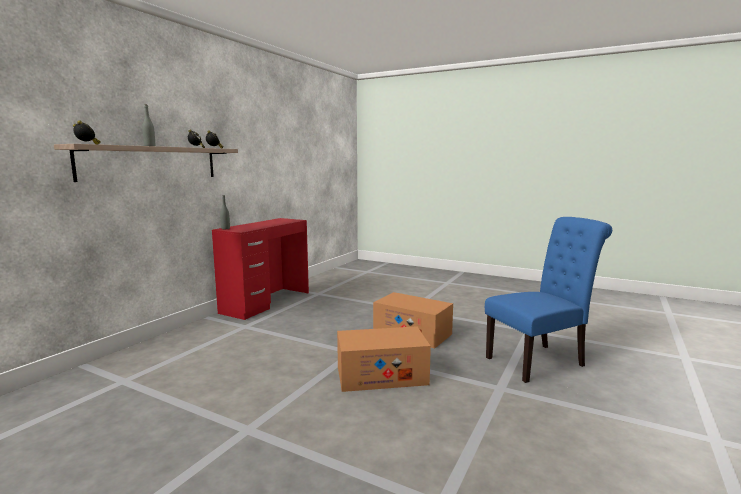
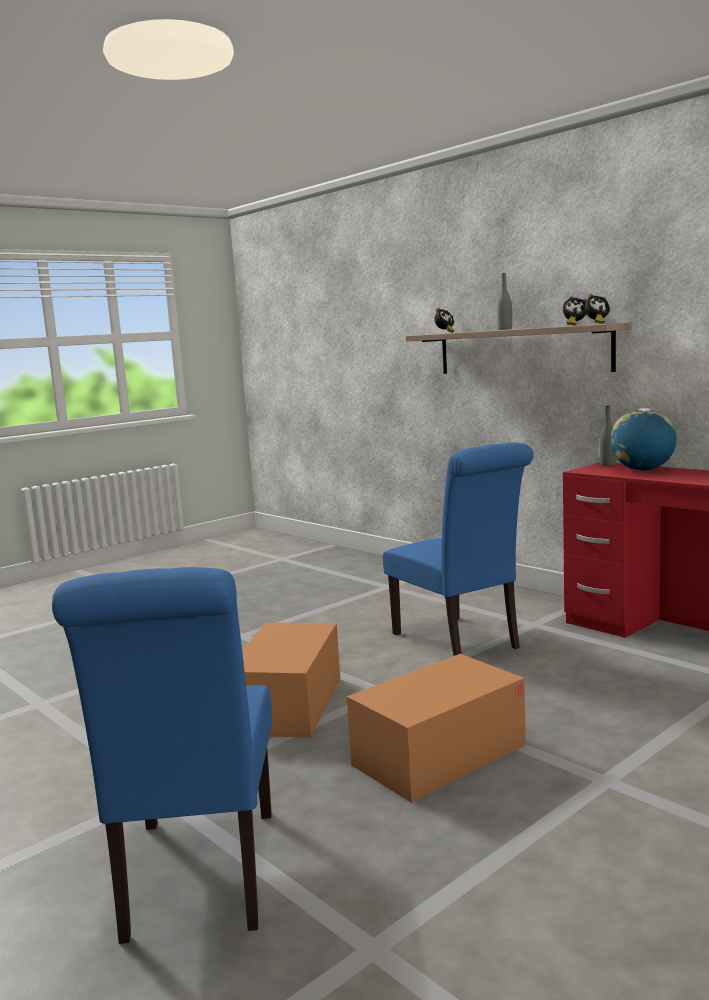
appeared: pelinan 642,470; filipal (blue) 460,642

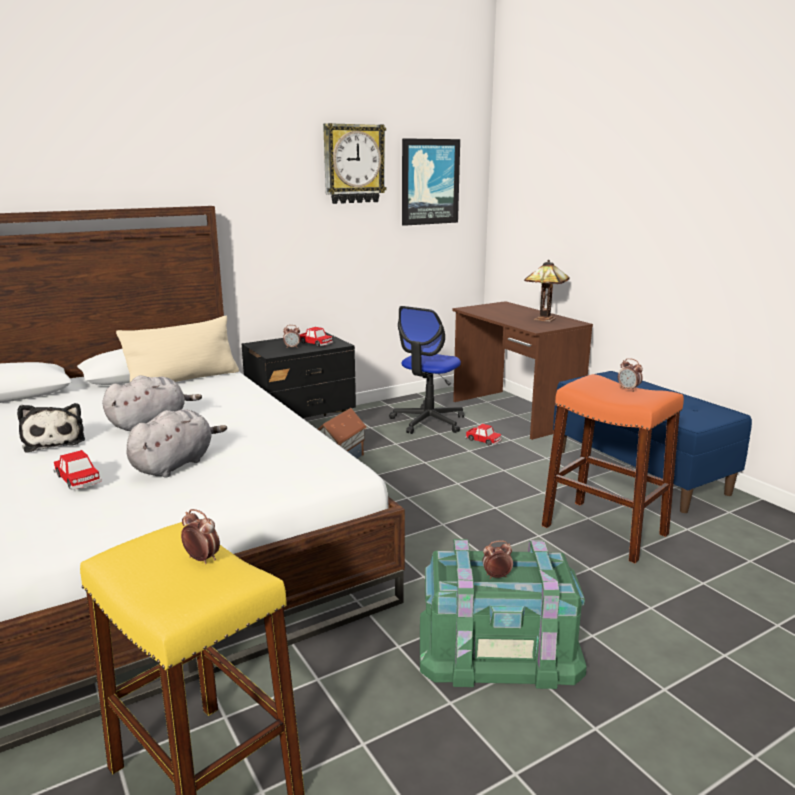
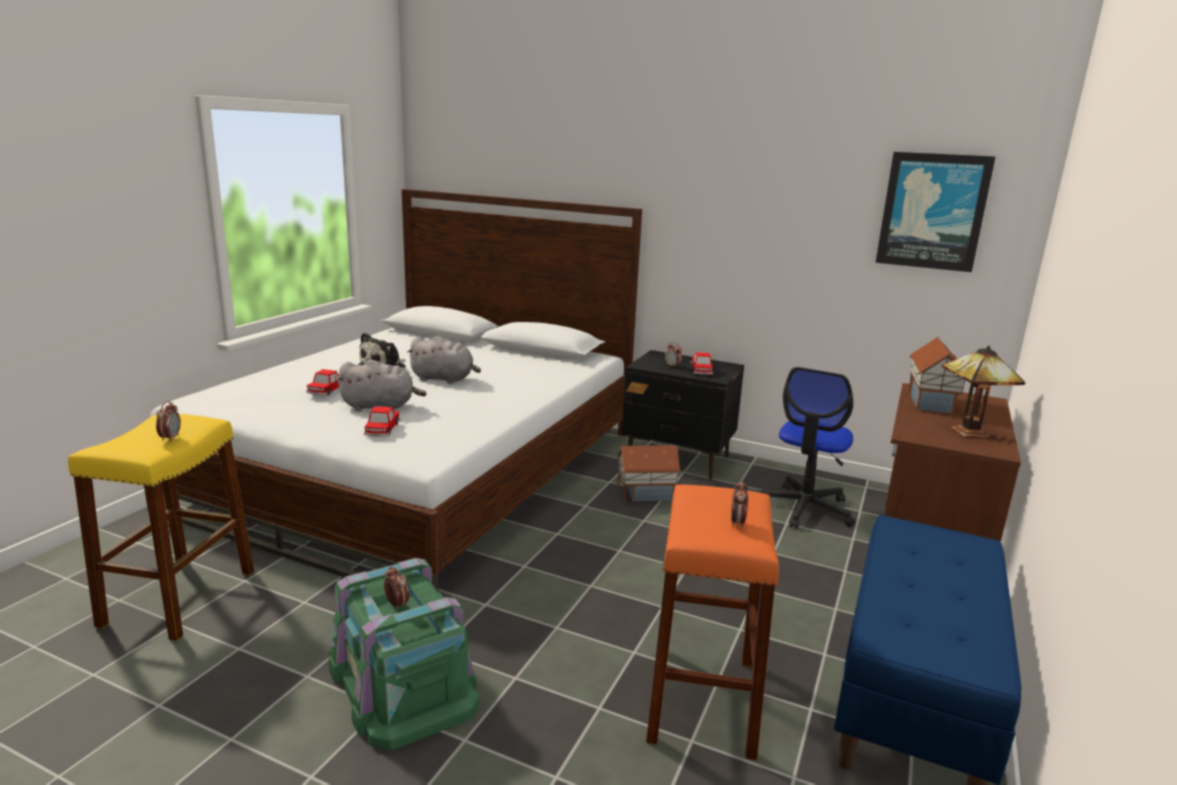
missing: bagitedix 353,164; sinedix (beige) 183,380
appeared: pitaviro 932,402
relocated: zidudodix 483,440 to 382,429
spun: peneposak 428,422 = 804,508 60 degrees counterclockwise

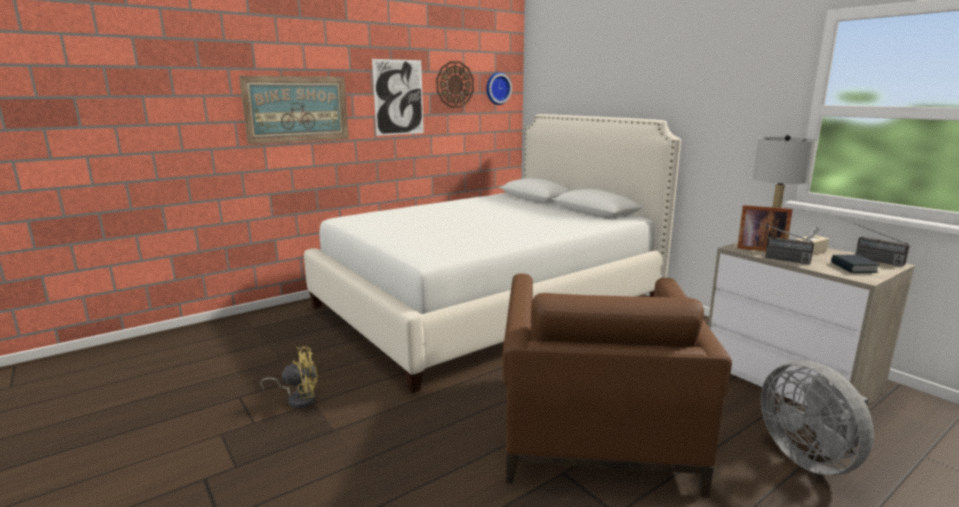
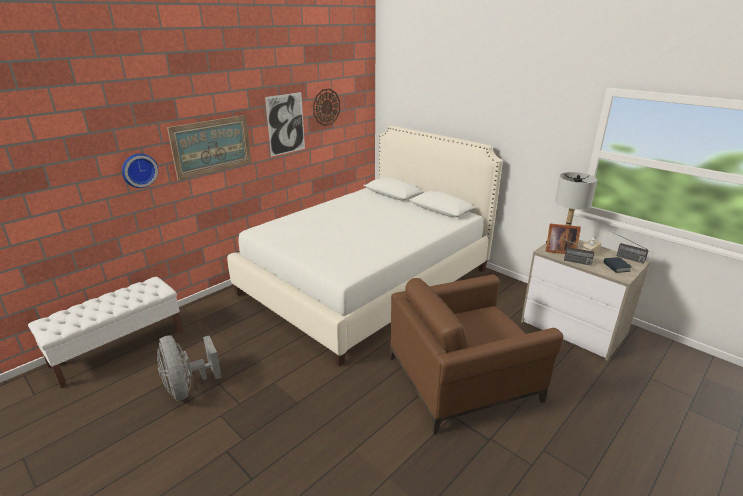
missing: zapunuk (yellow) 298,399
appeared: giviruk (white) 119,348
relocated: bagitedix 497,88 to 139,170; zapunuk (grey) 809,457 to 188,387
spun: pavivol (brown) 594,425 = 463,378 75 degrees clockwise

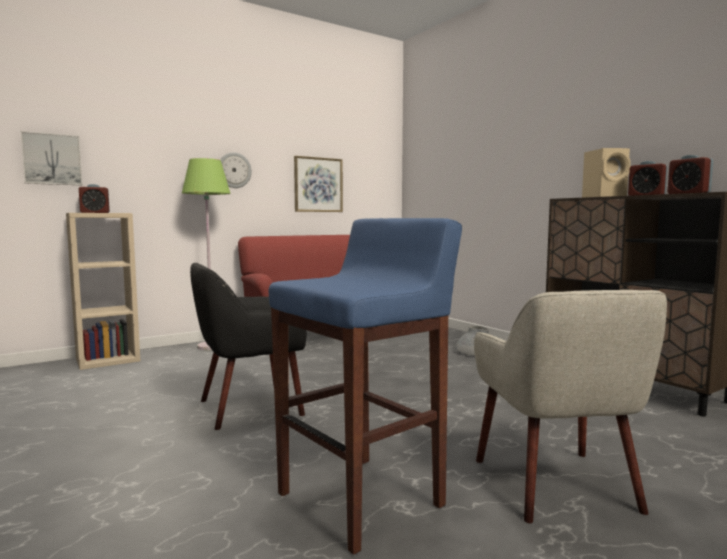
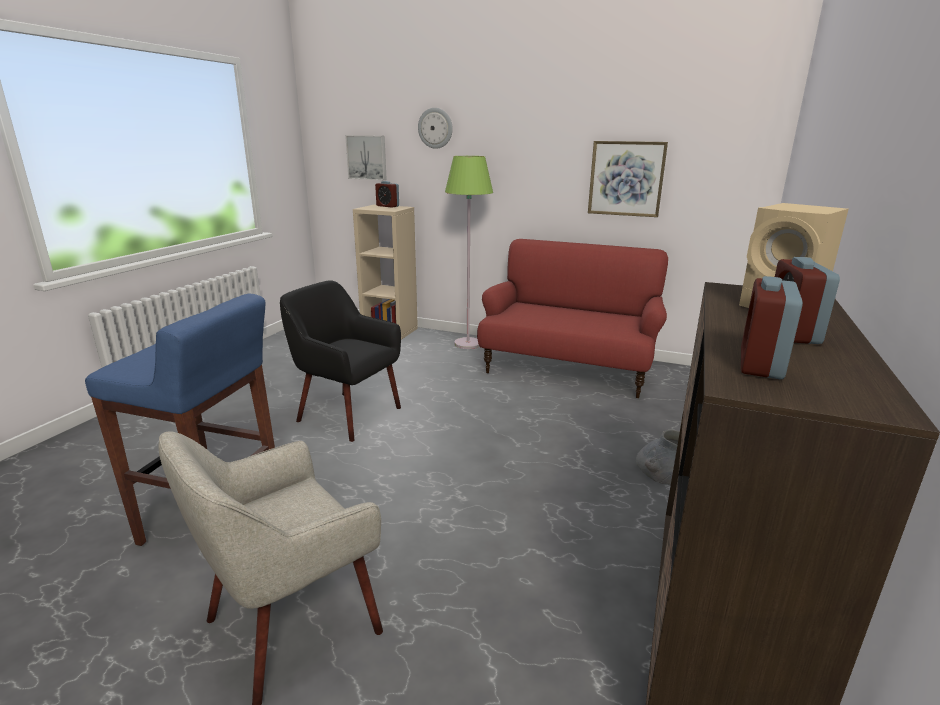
relocated: bagitedix 234,170 to 435,128

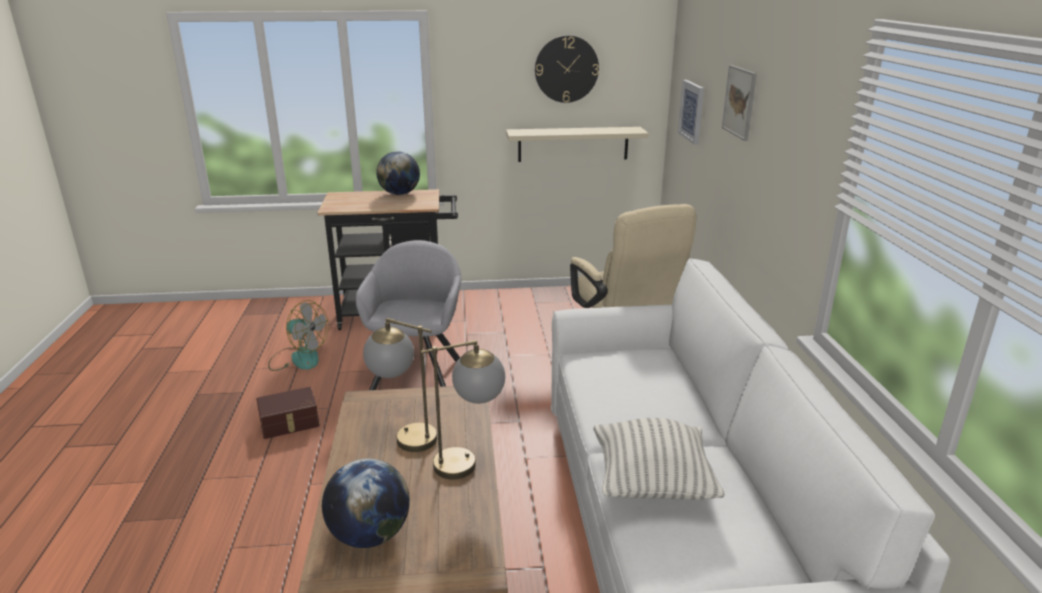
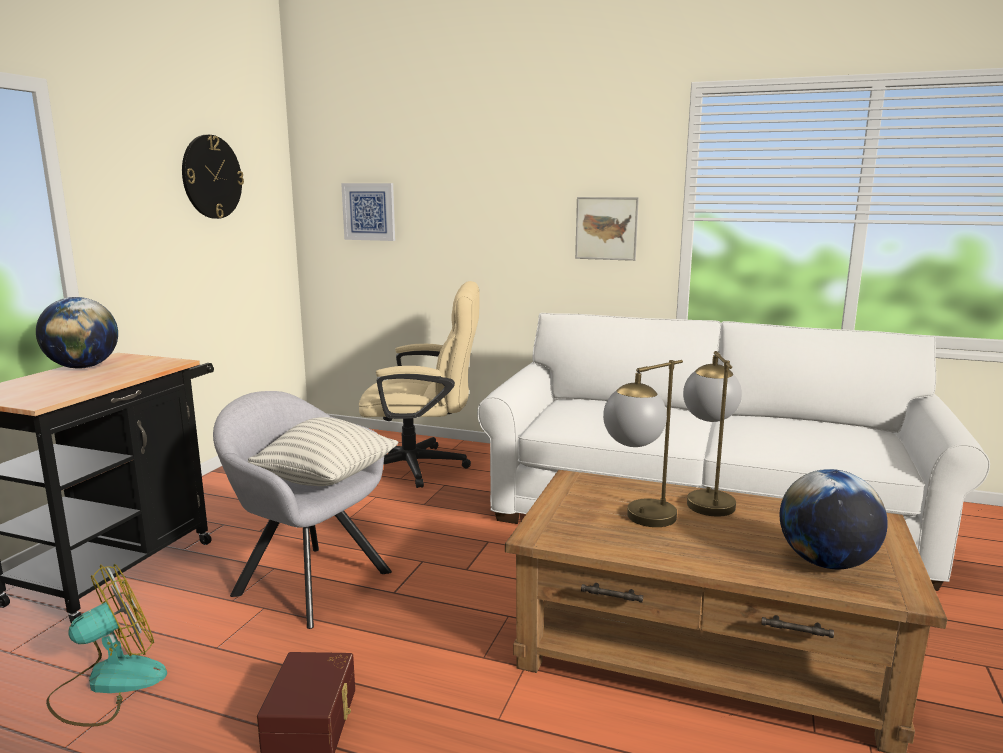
missing: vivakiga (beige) 573,144
relocated: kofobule 739,102 to 606,228; sinedix 652,484 to 327,479

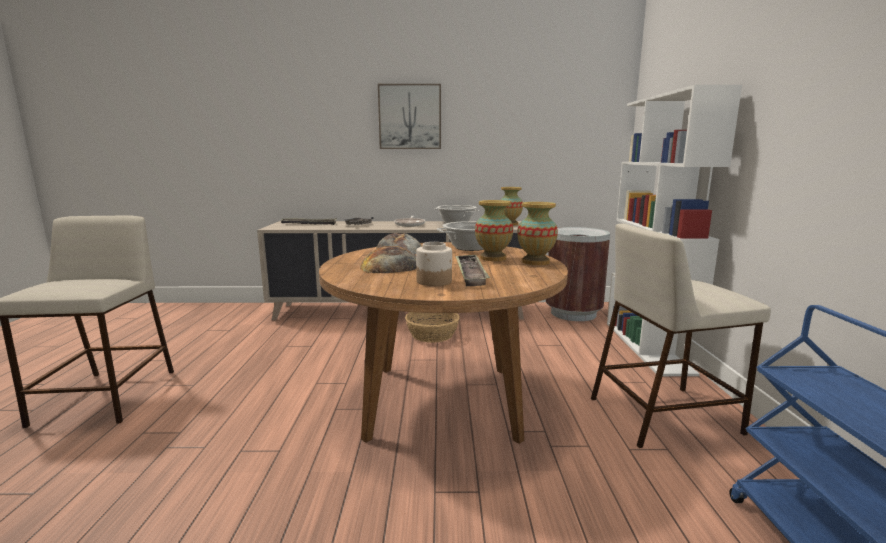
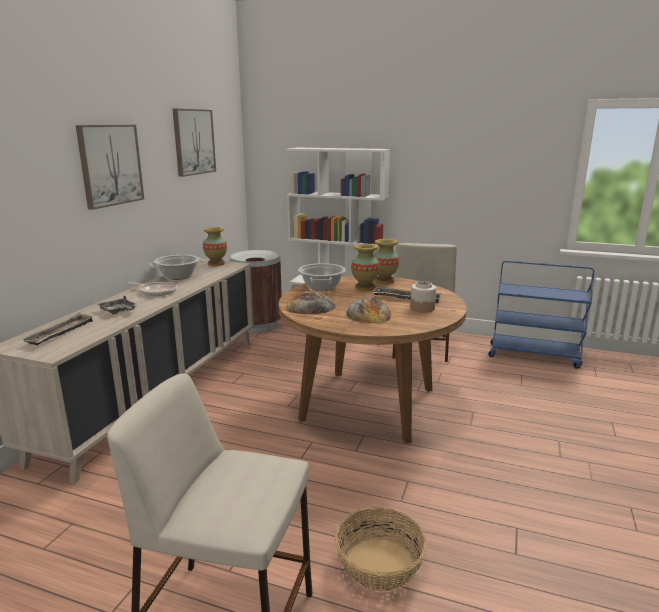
appeared: kofobule 193,142
relocated: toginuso 432,334 to 379,564

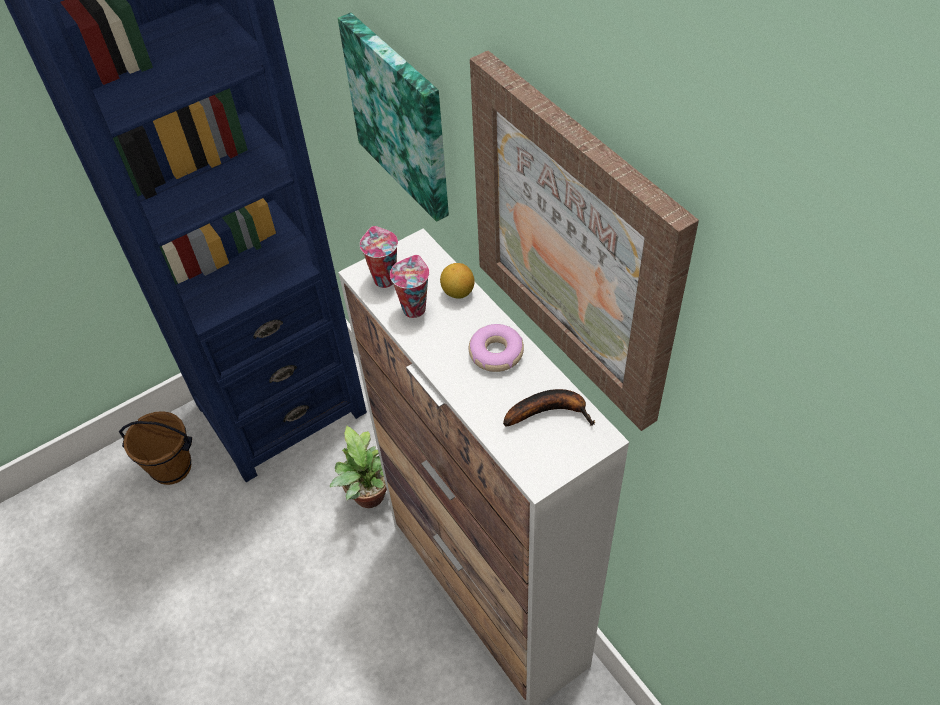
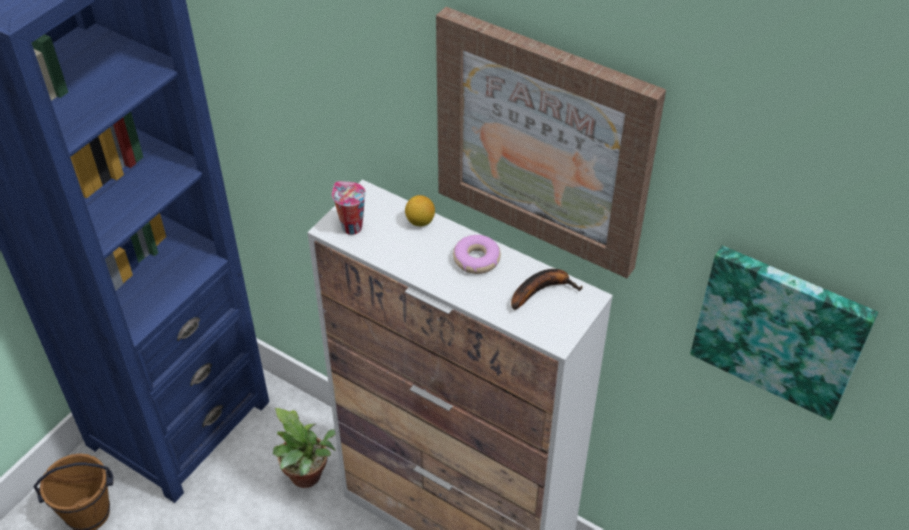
missing: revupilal 414,307
relocated: kofobule 401,115 to 780,329

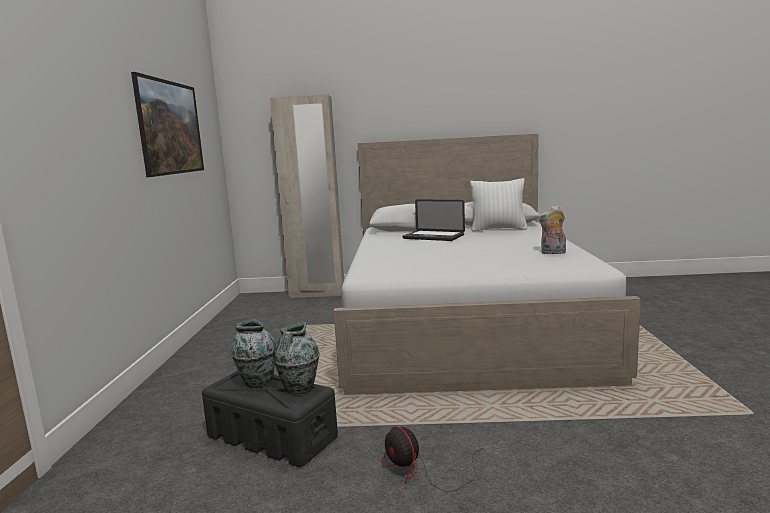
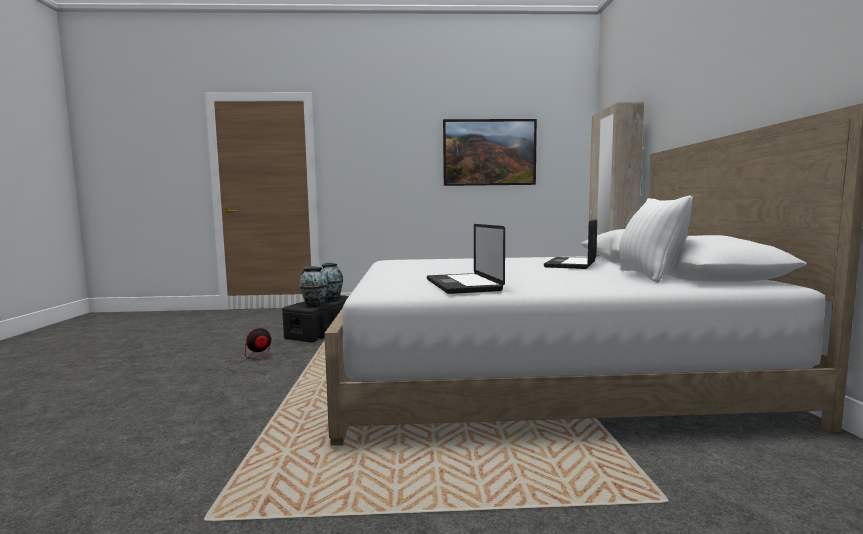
exchanged: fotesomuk 553,253 to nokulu 462,285

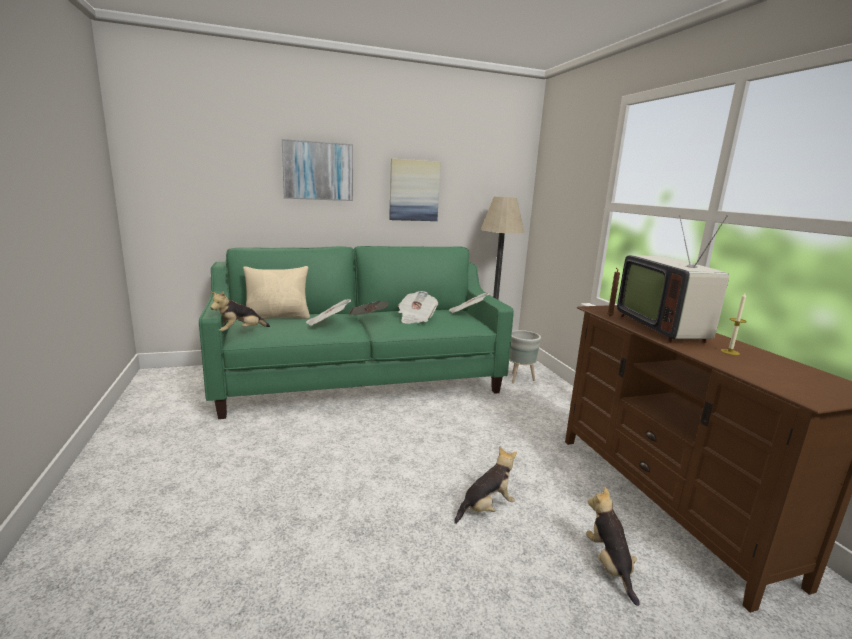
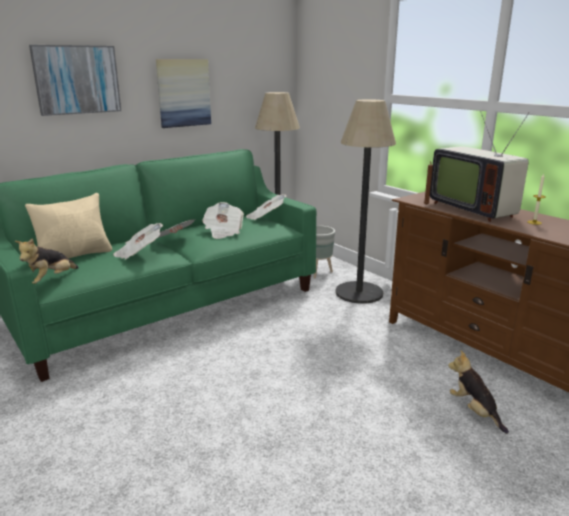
missing: fotesomuk 486,508
appeared: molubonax 359,293

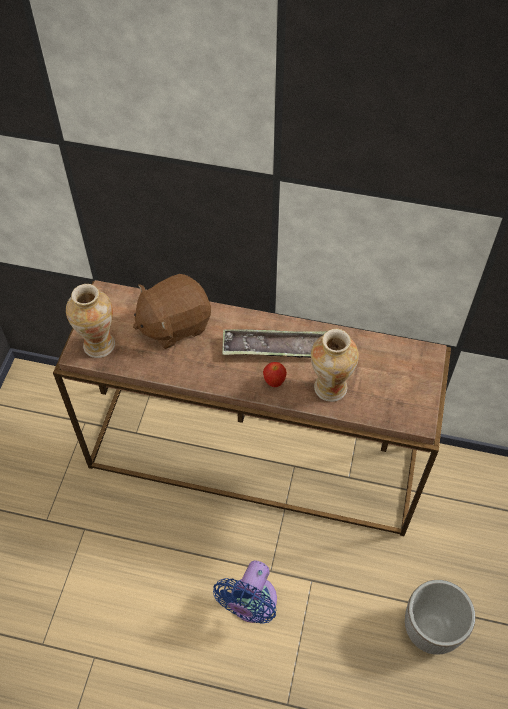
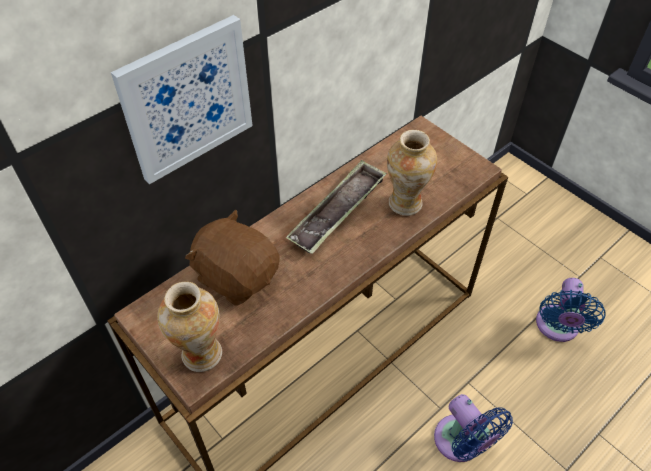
missing: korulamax 274,382
appeared: kofobule 187,99
exchanged: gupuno 431,630 to zapunuk (blue) 557,327
spun: fotesomuk (brown) 174,324 = 237,276 120 degrees clockwise

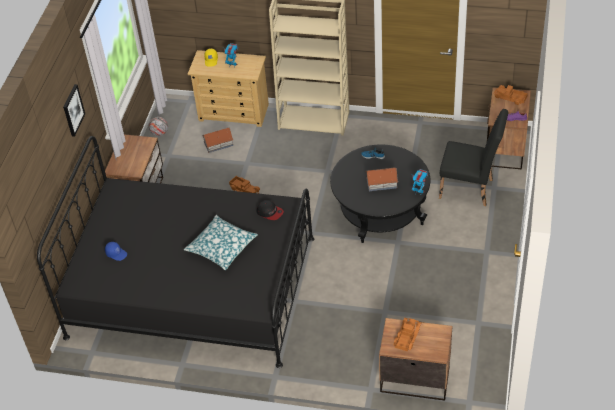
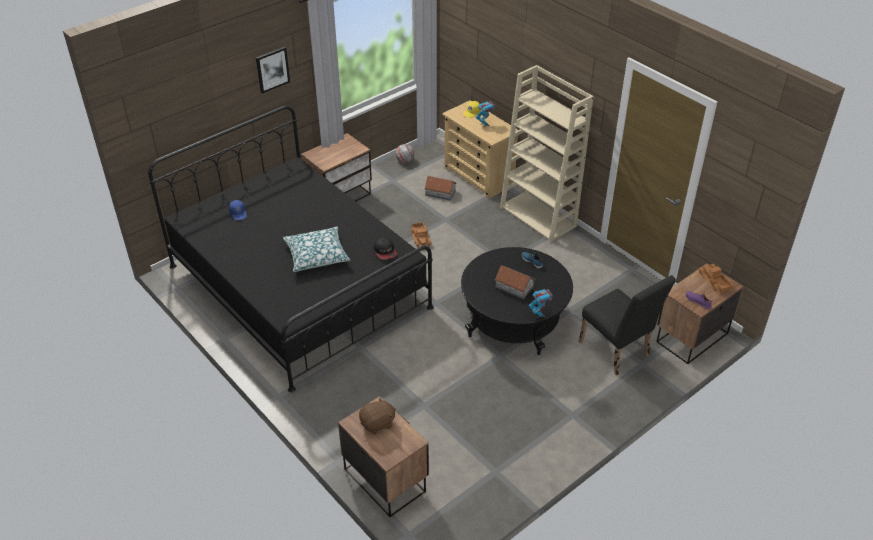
exchanged: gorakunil 406,336 to fotesomuk (brown) 378,424

